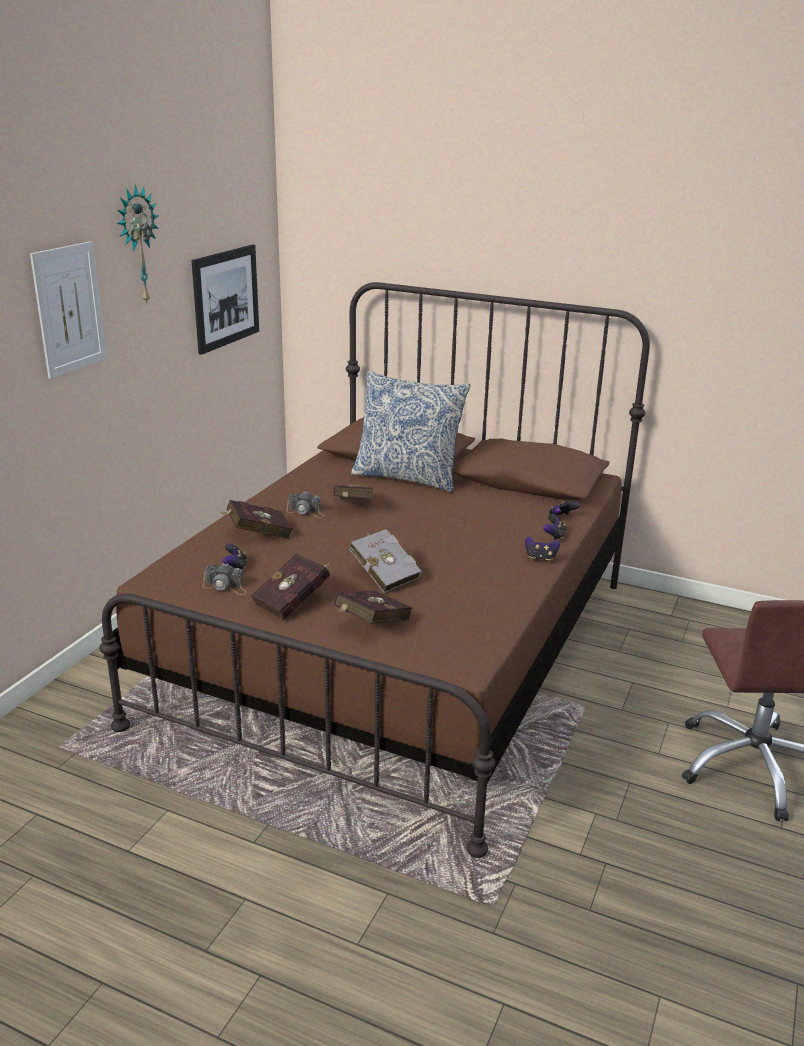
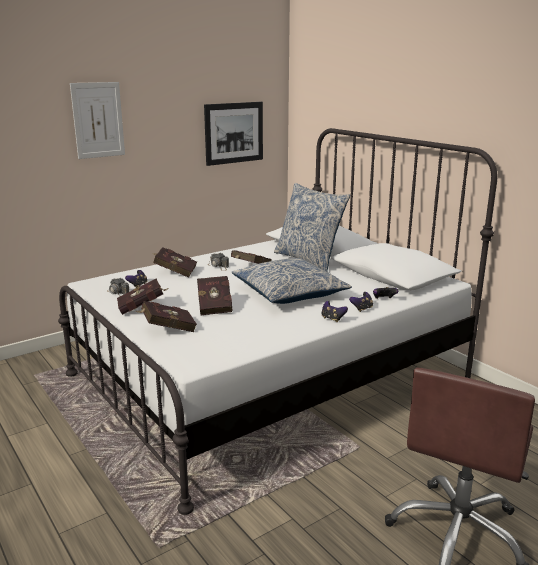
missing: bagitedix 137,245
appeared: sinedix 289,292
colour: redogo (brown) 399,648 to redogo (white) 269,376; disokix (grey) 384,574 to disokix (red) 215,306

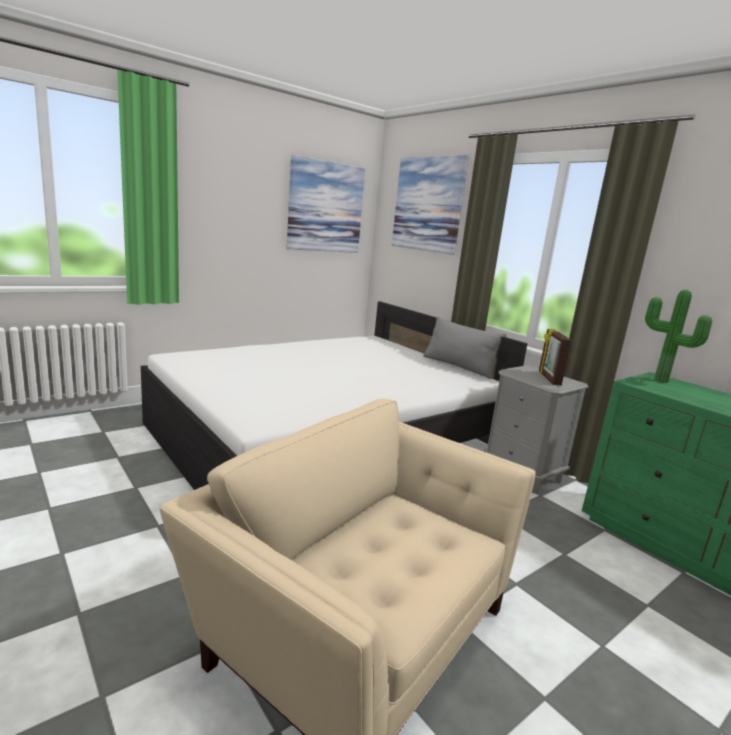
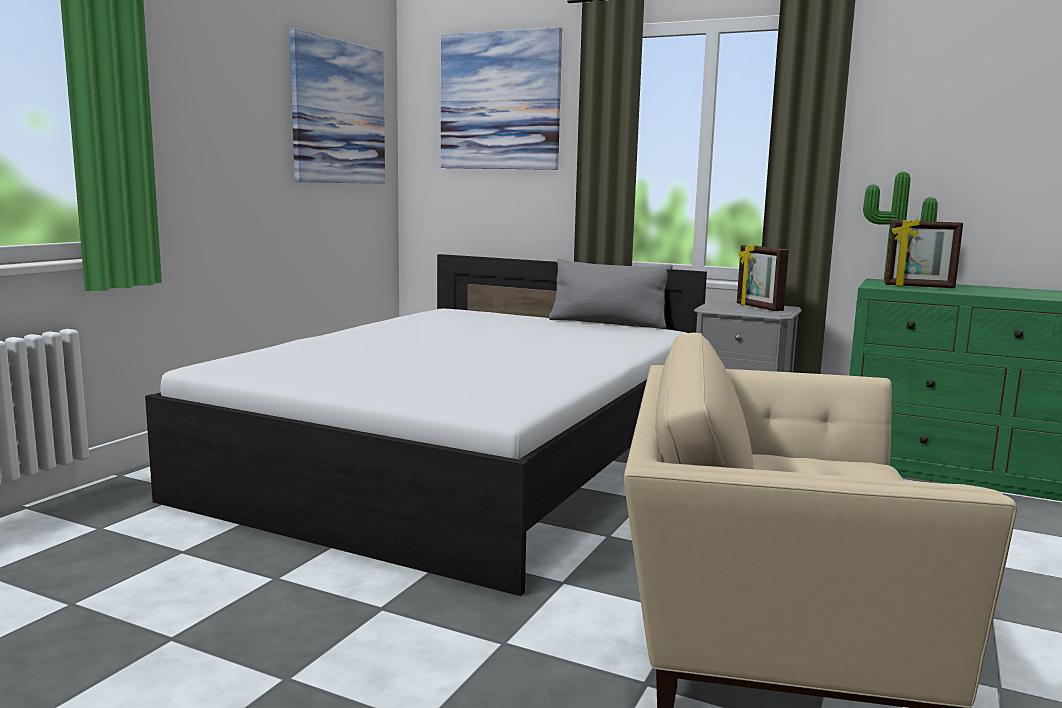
appeared: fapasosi 919,287

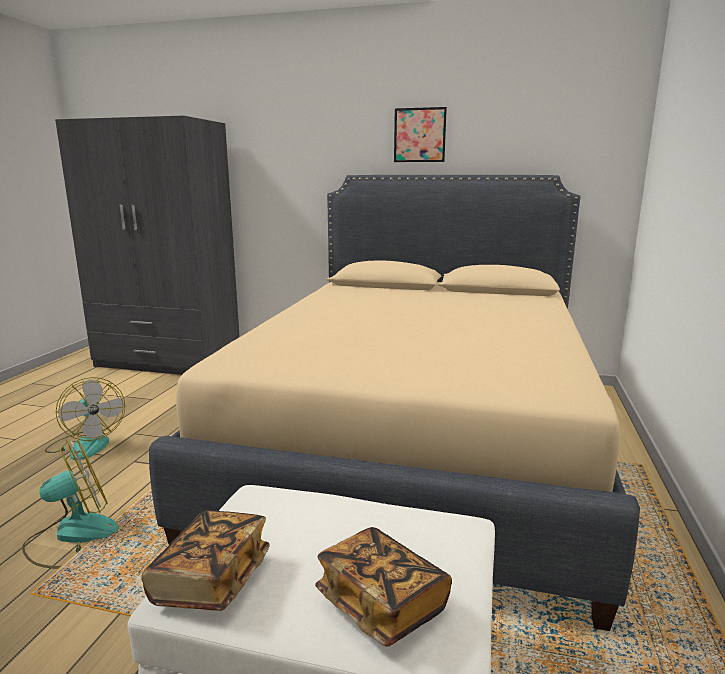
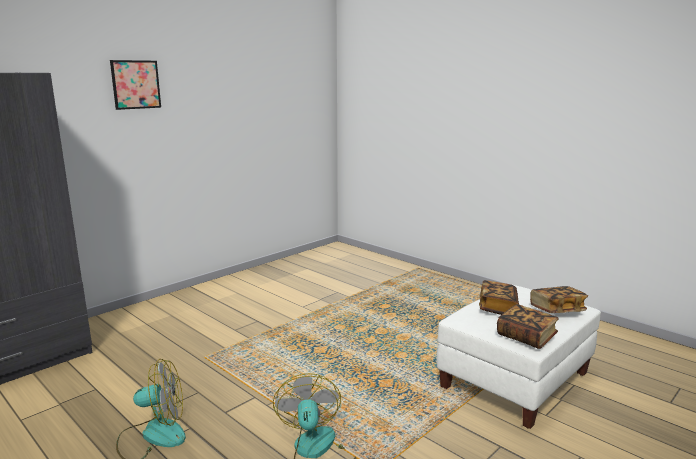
missing: redogo (beige) 417,443
appeared: disokix 498,308
relocated: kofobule 419,135 to 136,84

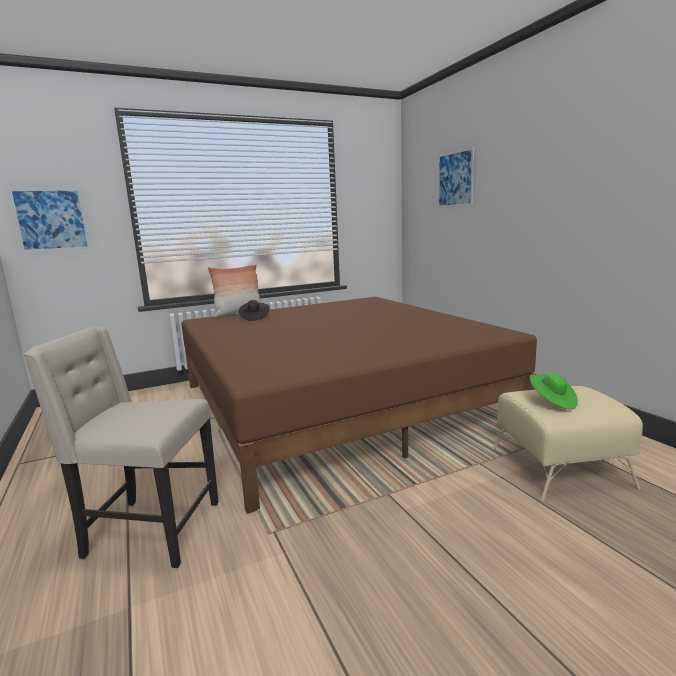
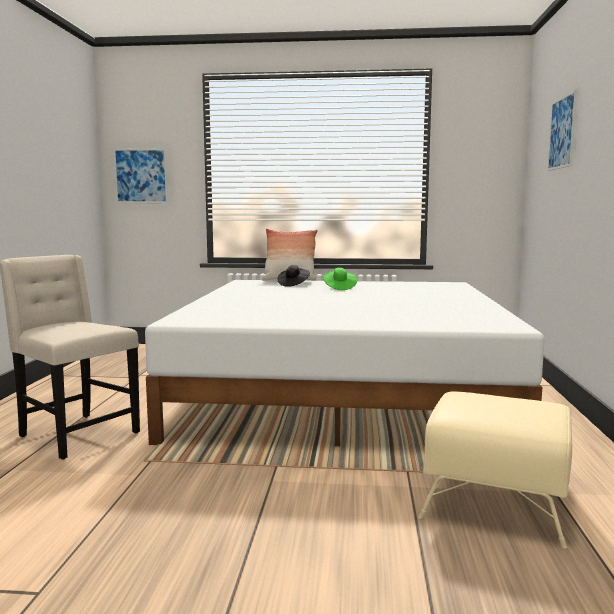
relocated: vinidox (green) 552,402 to 339,288
colour: redogo (brown) 336,403 to redogo (white) 344,390

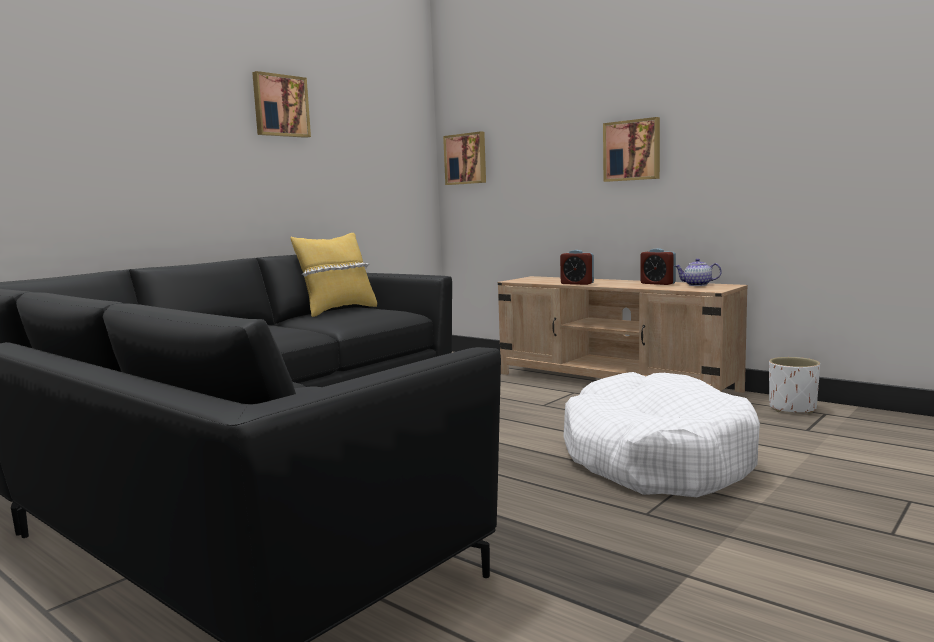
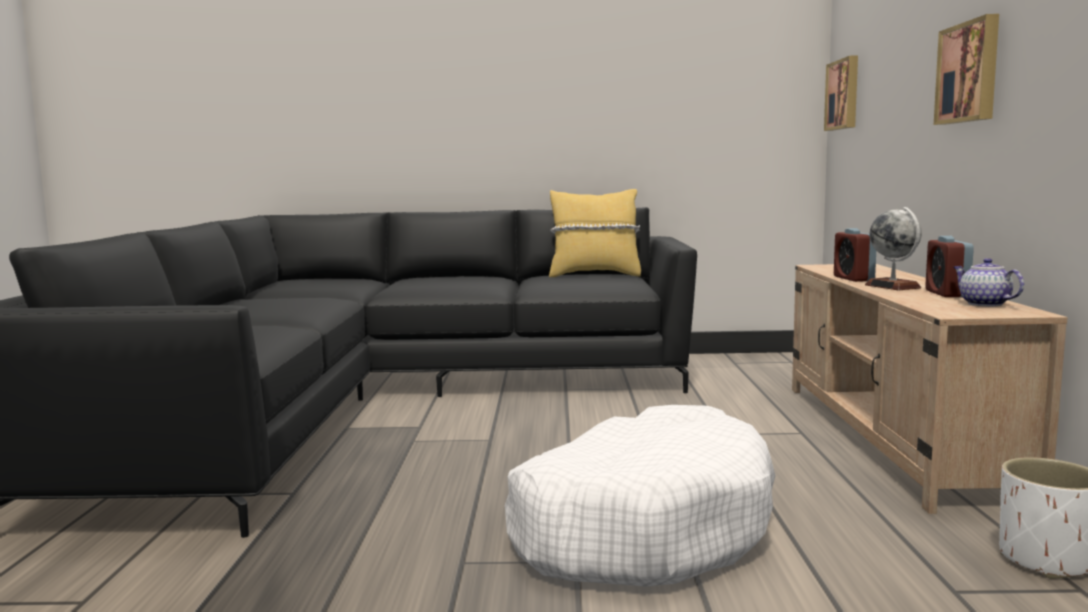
missing: kofobule 280,106
appeared: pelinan 892,286

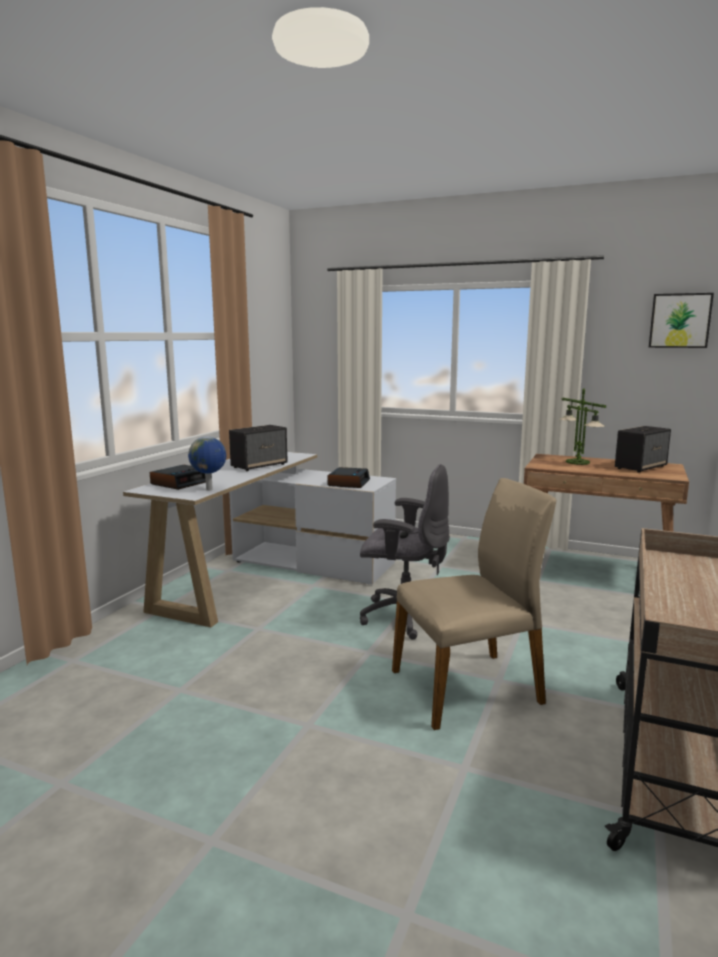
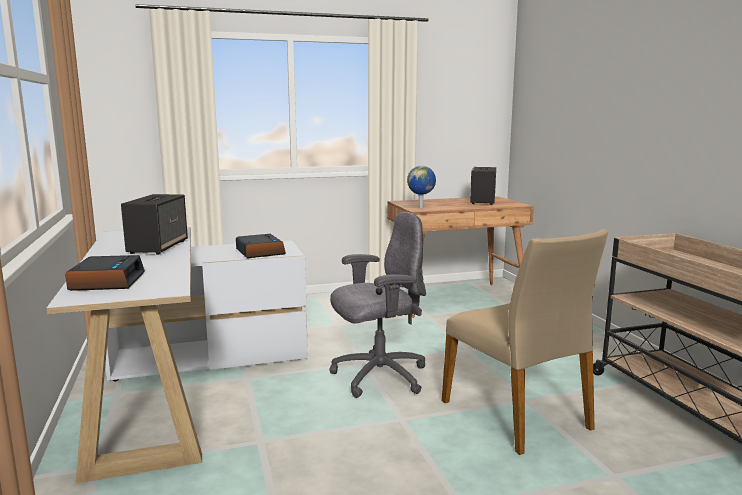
missing: kofobule 680,320; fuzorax 578,462
relocated: pelinan 209,490 to 421,207
spun: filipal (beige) 468,687 = 517,414 120 degrees clockwise

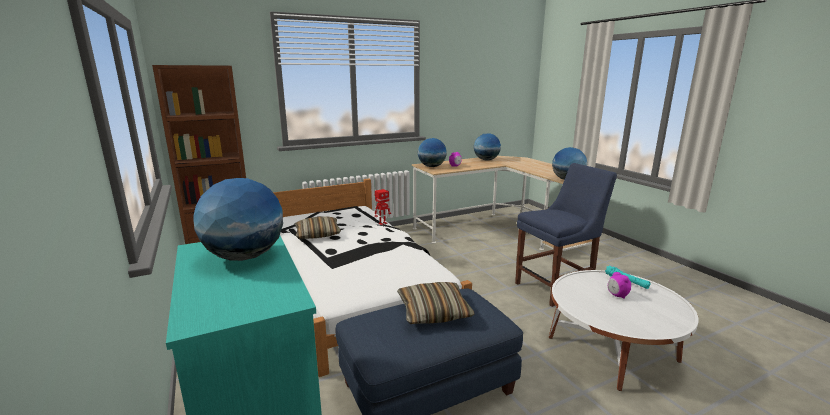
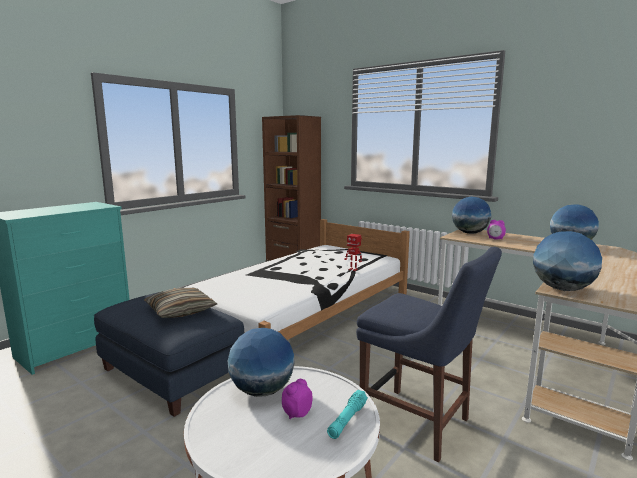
missing: sinedix 317,234
relocated: pelinan 245,257 to 262,390

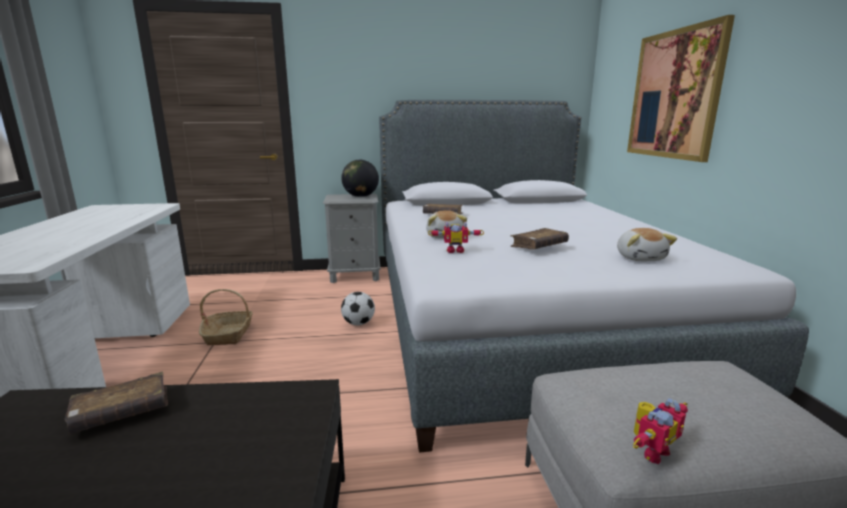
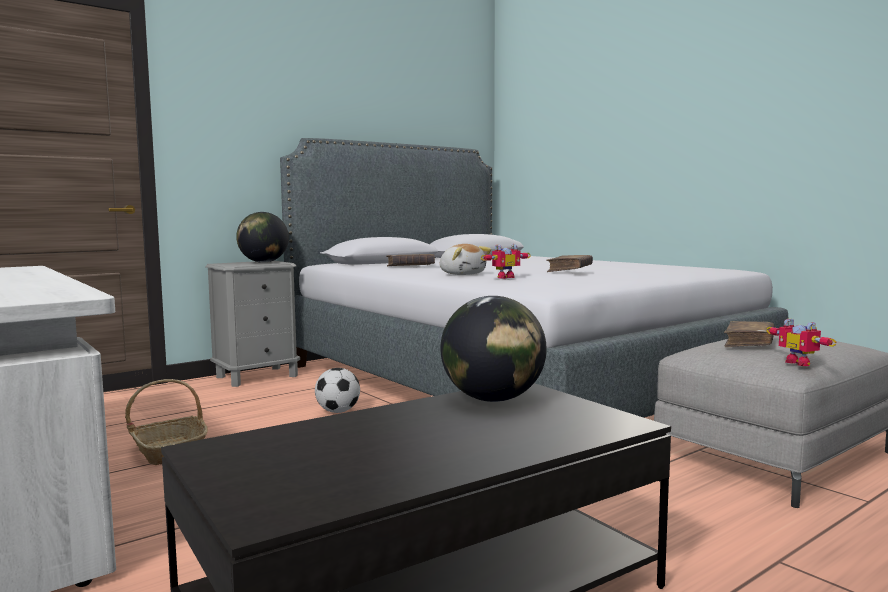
missing: kofobule 674,95; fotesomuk 640,258
appeared: pelinan 493,399
relocated: disokix (brown) 122,412 to 749,343
spun: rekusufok 650,450 = 801,363 135 degrees clockwise

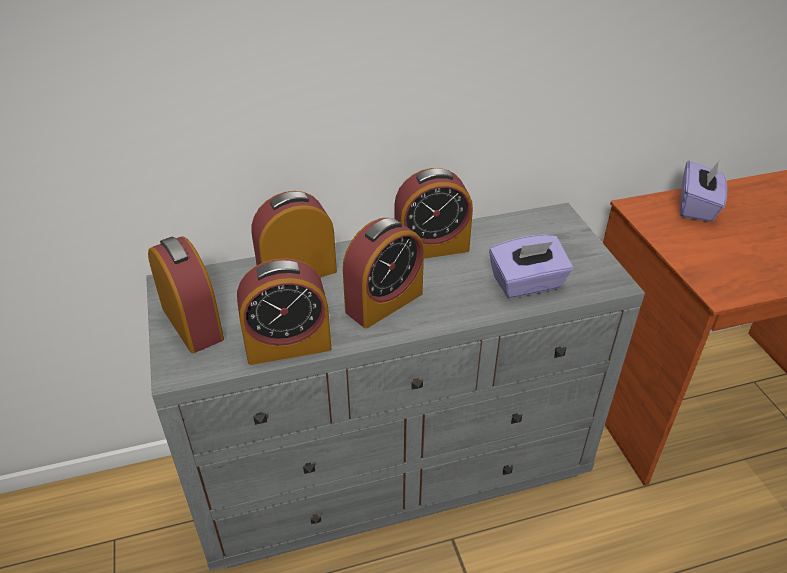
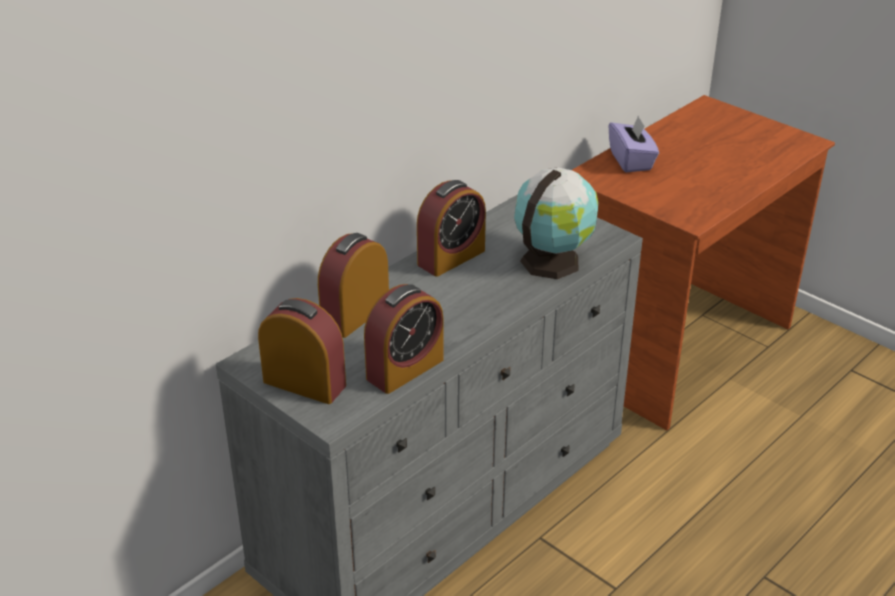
missing: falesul 384,302
exchanged: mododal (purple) 527,284 to pelinan 552,260

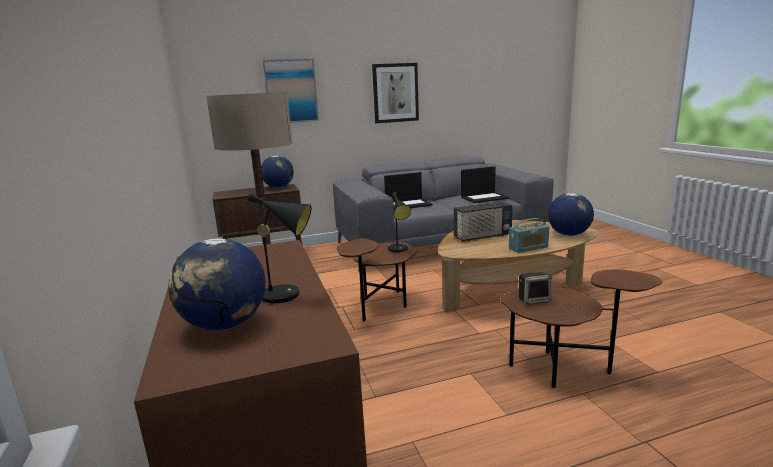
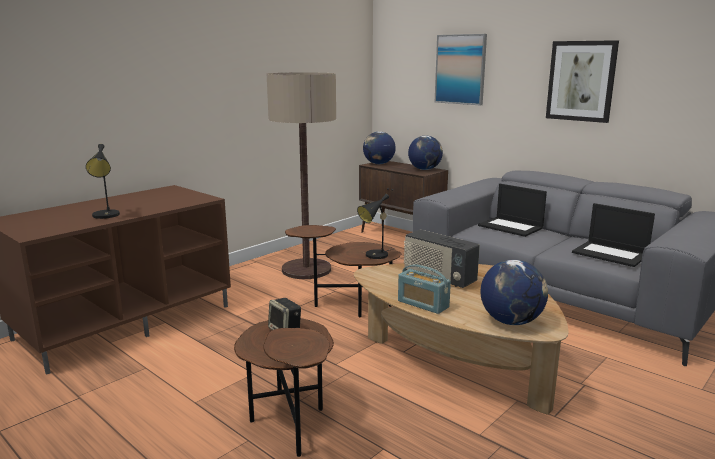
relocated: pelinan 225,325 to 378,164

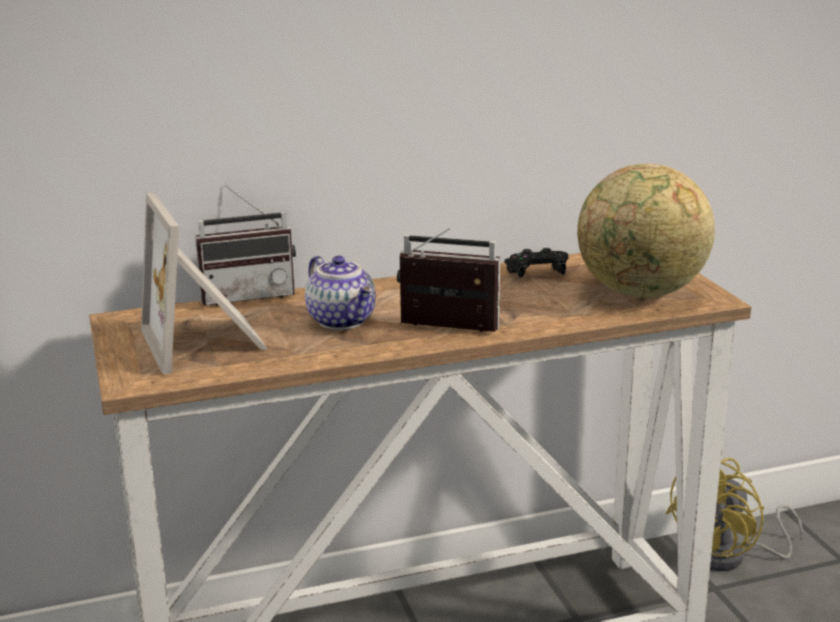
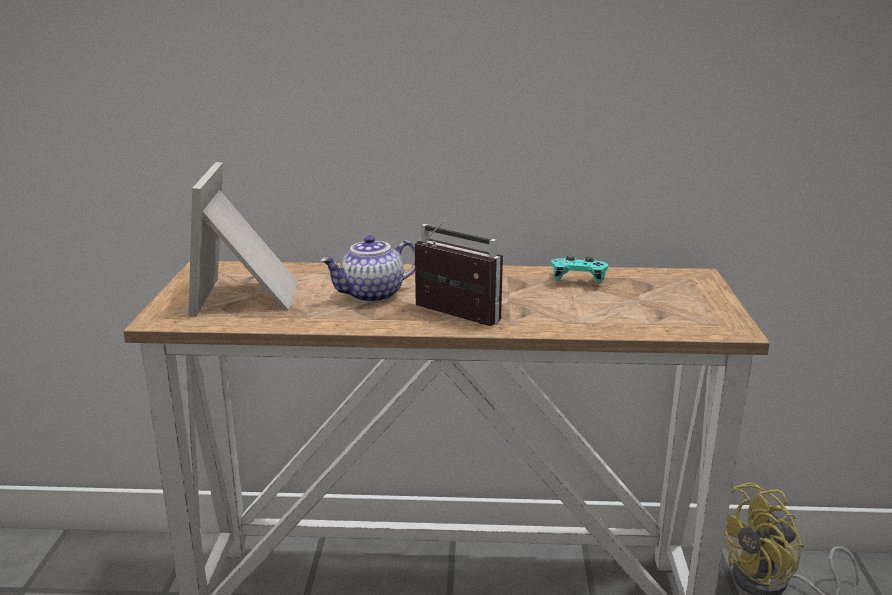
missing: pelinan 641,293; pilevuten 248,295
colour: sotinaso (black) 536,274 to sotinaso (turquoise) 578,281
spun: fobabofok 343,321 = 372,295 75 degrees clockwise

